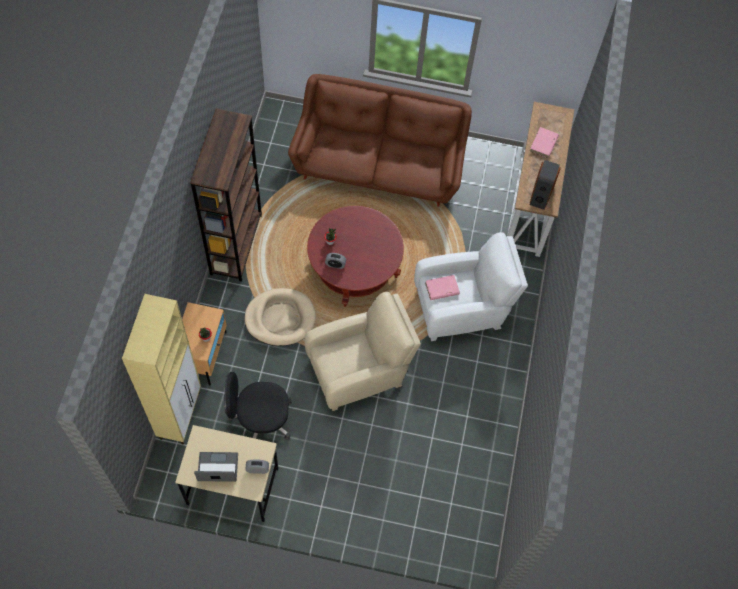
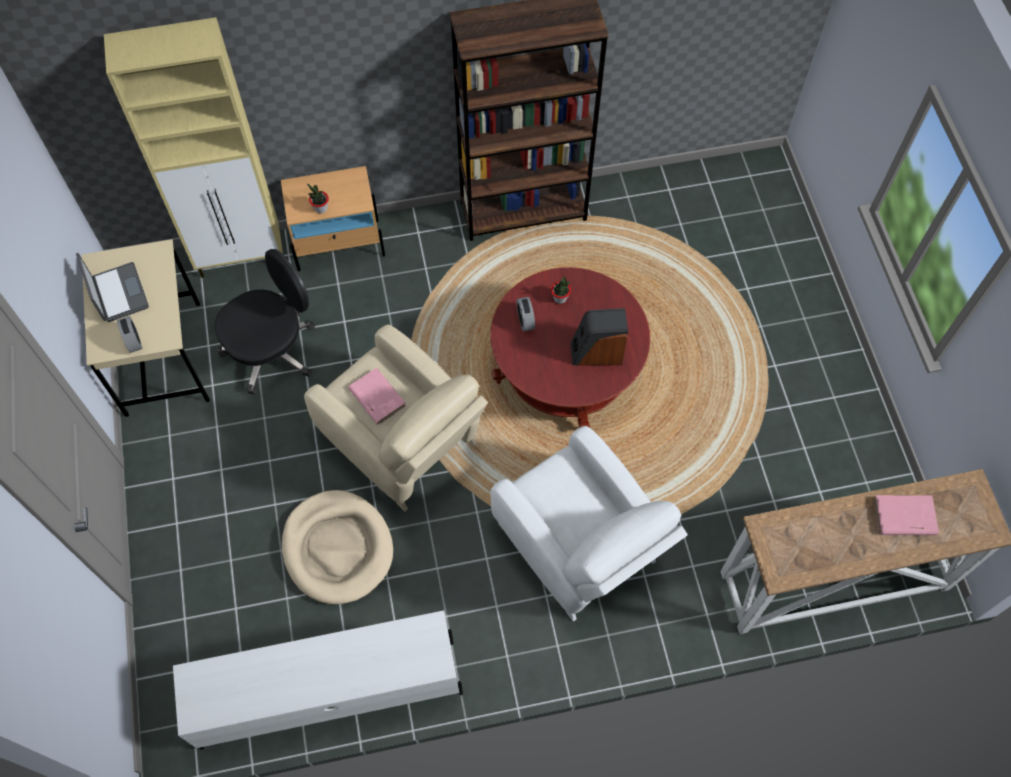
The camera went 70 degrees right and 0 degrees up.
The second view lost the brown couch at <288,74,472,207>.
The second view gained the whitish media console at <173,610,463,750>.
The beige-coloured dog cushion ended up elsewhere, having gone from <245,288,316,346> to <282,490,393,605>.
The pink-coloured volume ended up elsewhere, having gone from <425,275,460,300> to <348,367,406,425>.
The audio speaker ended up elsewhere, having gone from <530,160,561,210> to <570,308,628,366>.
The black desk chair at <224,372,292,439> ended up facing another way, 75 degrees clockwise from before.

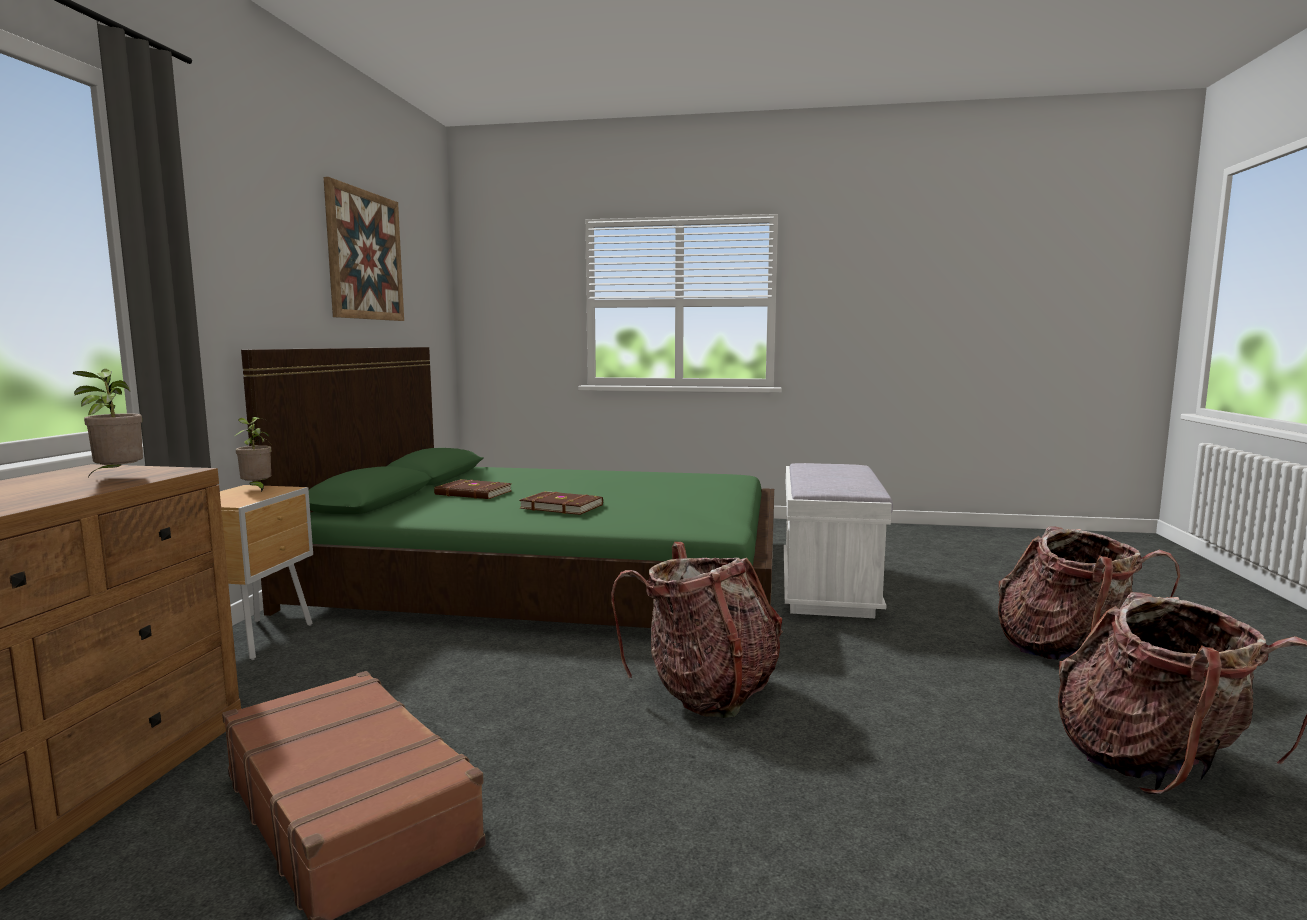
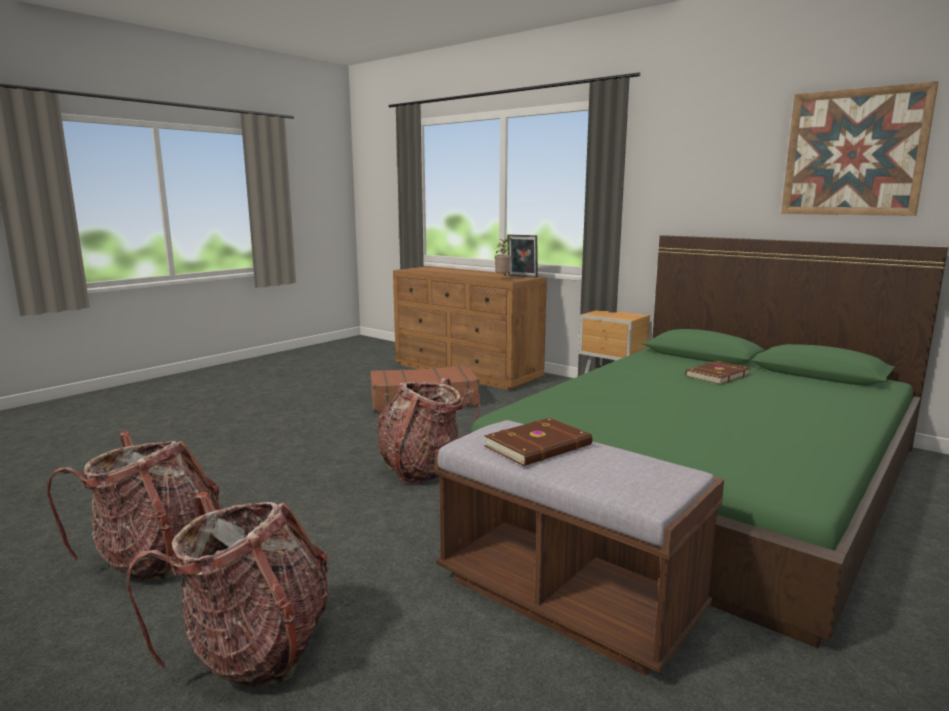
The camera went 120 degrees right and 5 degrees up.
The second view lost the houseplant at <235,417,271,492>.
The second view gained the standing frame at <507,234,538,278>.
The brown volume ended up elsewhere, having gone from <519,491,603,515> to <484,418,593,466>.
What was the whitish long seat at <784,463,893,618> turned into the brown long seat at <434,420,724,675>.

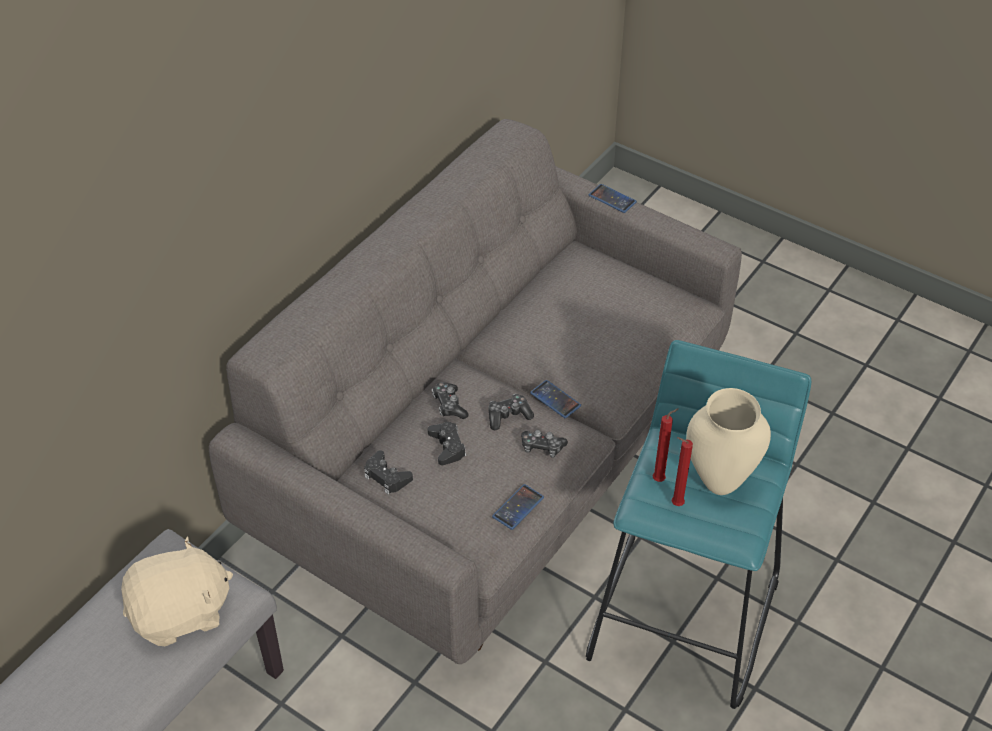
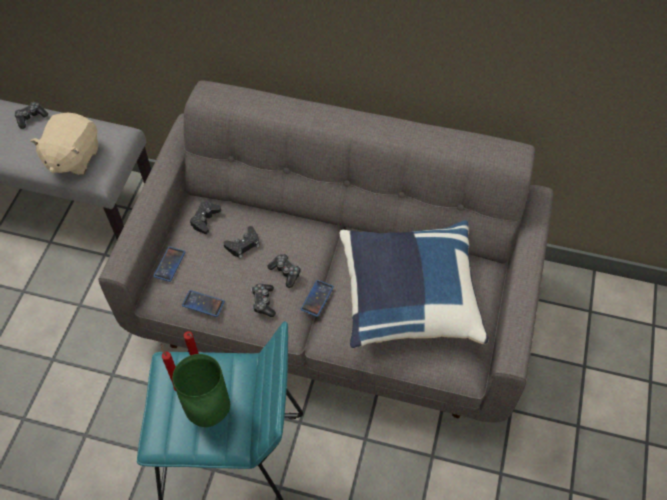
The camera went 70 degrees right and 10 degrees up.
The second view gained the blue cushion at <339,220,488,348>.
The game controller ended up elsewhere, having gone from <432,382,469,419> to <15,102,48,129>.
The phone ended up elsewhere, having gone from <589,184,637,213> to <153,247,185,282>.
What was the beige-coloured decorative vase at <686,388,771,495> turned into the greenish decorative vase at <173,354,230,427>.
The beige-coloured soft toy at <121,536,233,646> ended up facing another way, 60 degrees clockwise from before.

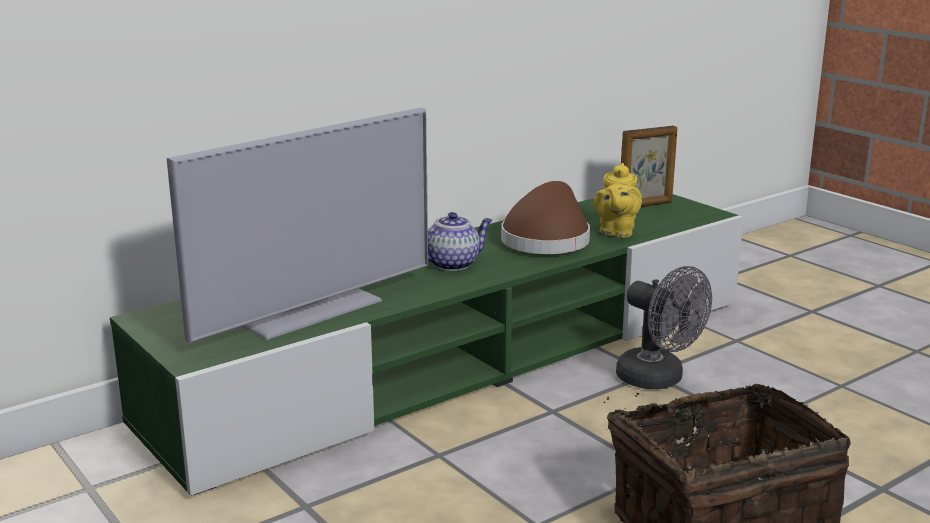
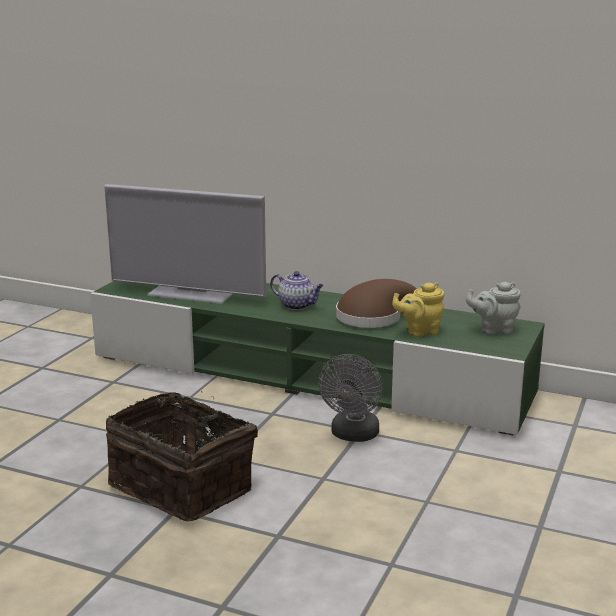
The camera went 60 degrees right and 0 degrees up.
Where the standing frame stood at <621,126,677,207>, the grey tea pot came to stand at <466,282,521,335>.

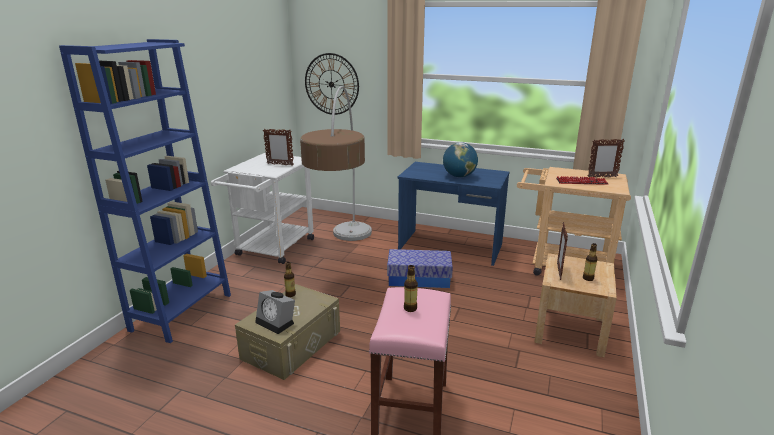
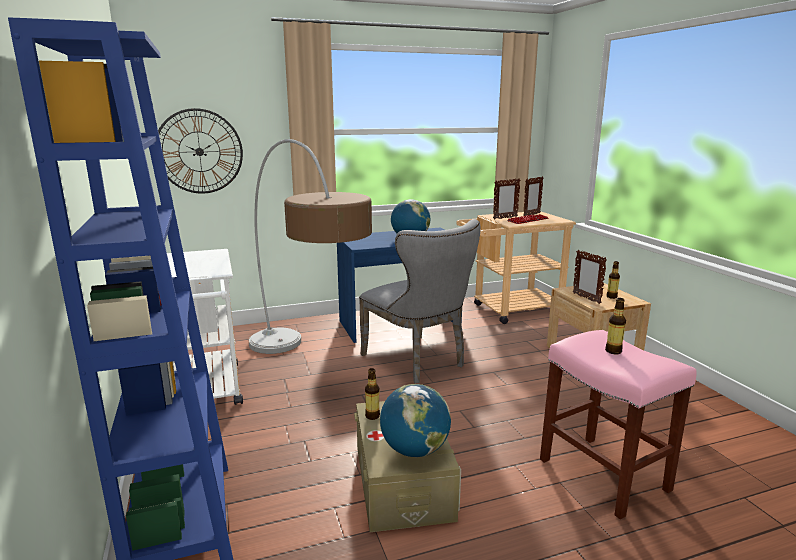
The camera went 40 degrees left and 5 degrees down.
The standing frame ended up elsewhere, having gone from <263,129,294,166> to <493,178,520,220>.
Where the alarm clock stood at <255,290,295,334>, the world globe came to stand at <380,384,451,457>.
Where the storage bin stood at <387,249,453,288>, the grey upright chair came to stand at <359,219,481,383>.

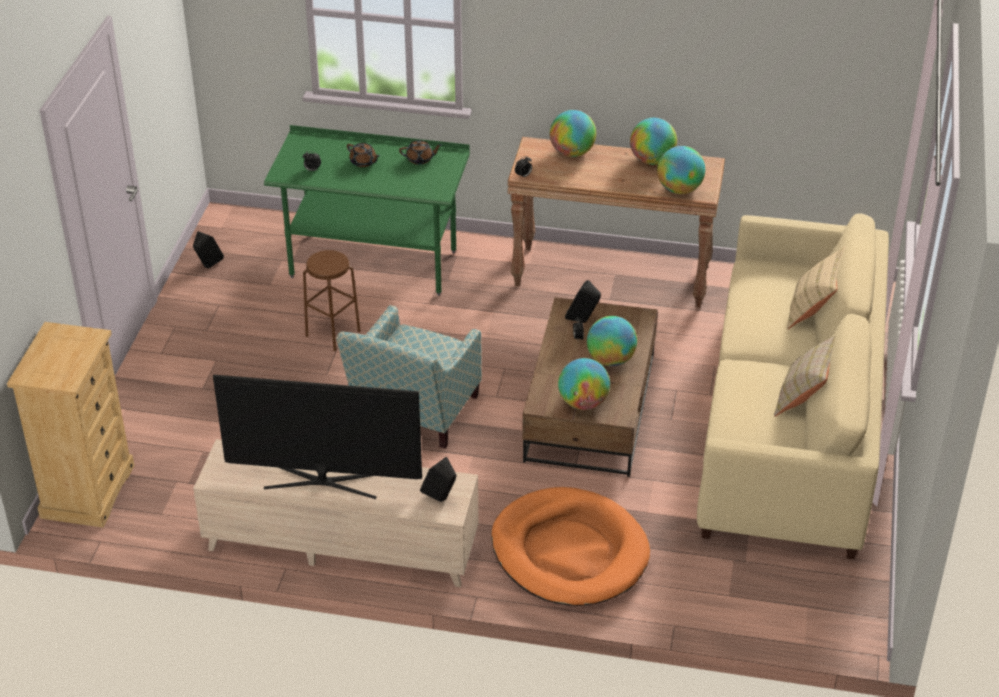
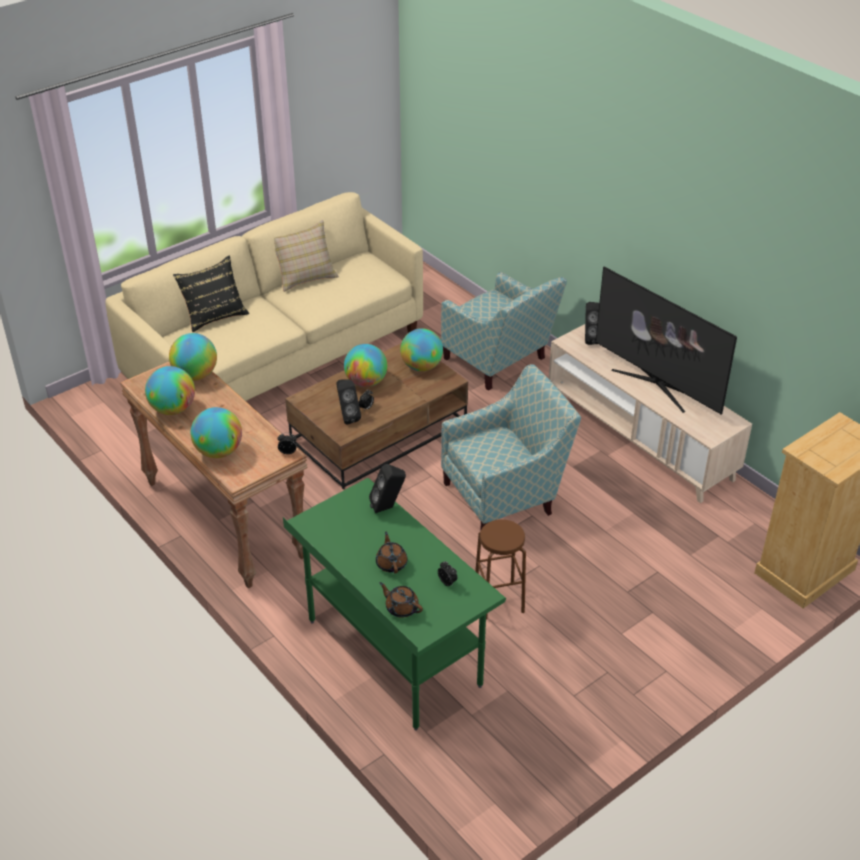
The camera went 140 degrees left and 0 degrees up.
The black audio speaker ended up elsewhere, having gone from <193,231,224,268> to <369,464,406,513>.
The brown tea pot ended up elsewhere, having gone from <399,140,442,165> to <379,582,423,618>.
Where the orange-coloured dog cushion stood at <491,487,650,606>, the lounge chair came to stand at <441,272,567,391>.
What was the beige-coloured cushion at <787,246,846,330> turned into the black cushion at <173,255,249,332>.

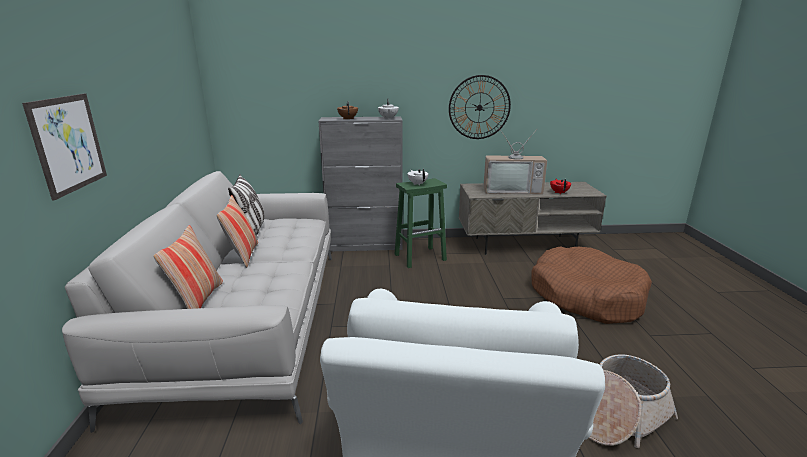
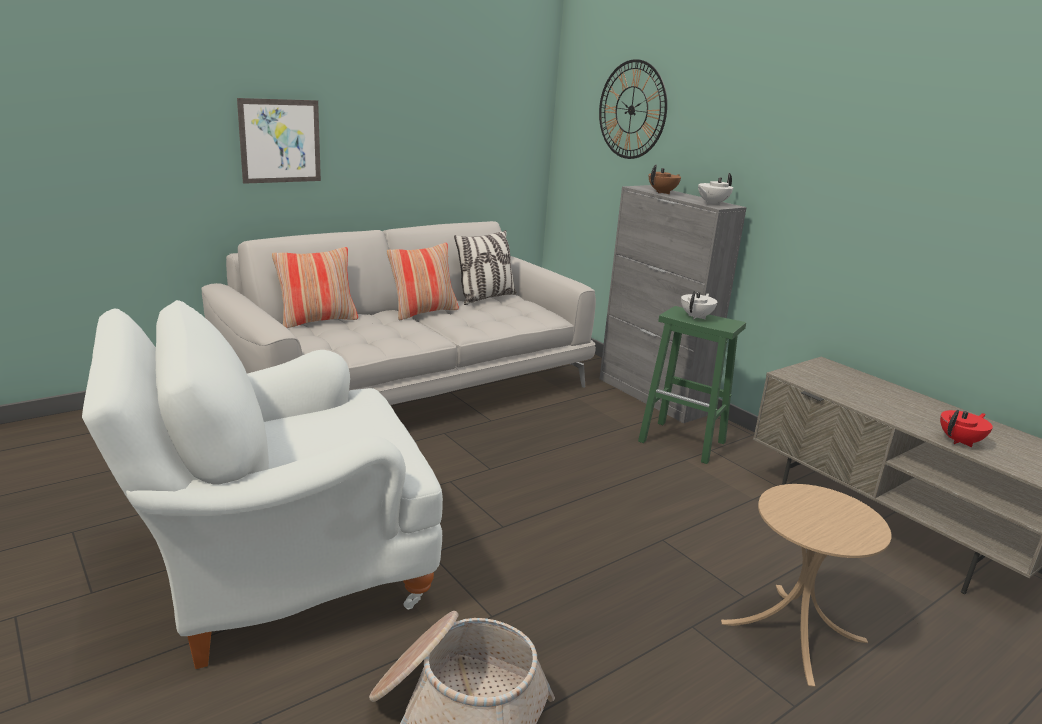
The camera went 55 degrees right and 0 degrees up.
The second view lost the TV set at <483,128,547,195>.
The hanging clock ended up elsewhere, having gone from <449,75,511,139> to <599,59,667,159>.
Where the brown dog cushion stood at <531,247,652,324>, the beige-coloured side table came to stand at <721,484,891,687>.

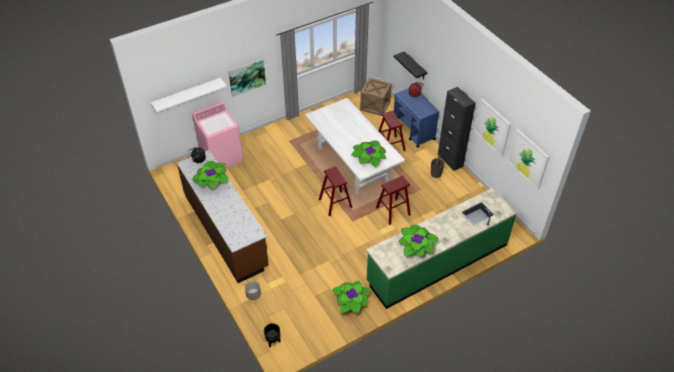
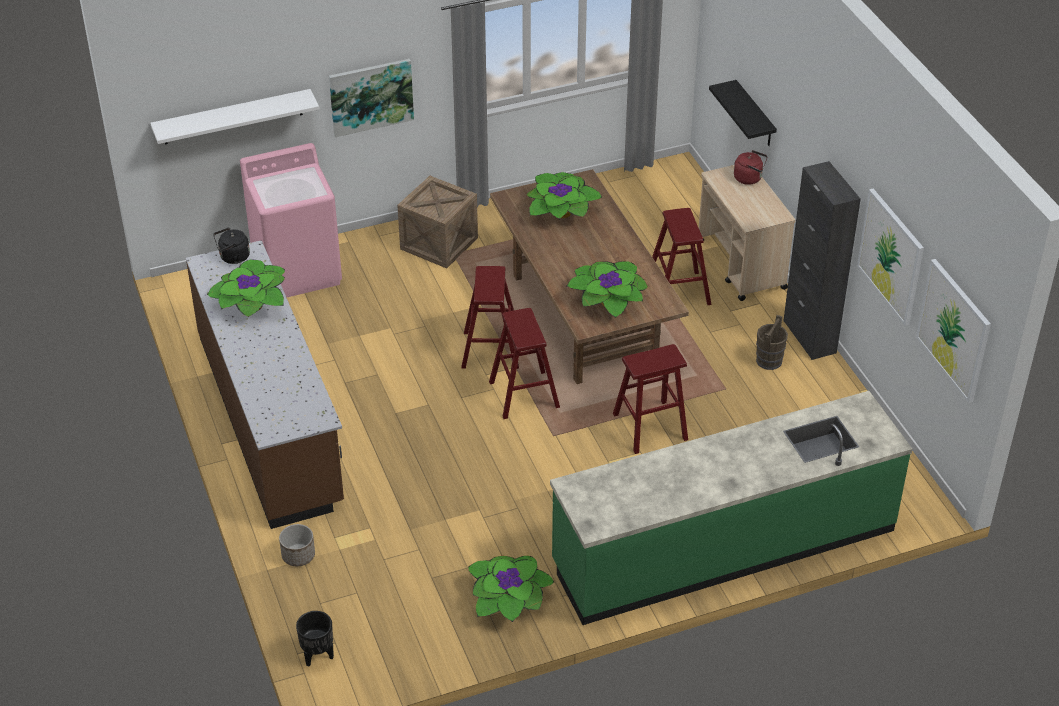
The camera went 10 degrees right and 5 degrees down.
The second view gained the red stool seat at <462,266,519,369>.
The shipping crate ended up elsewhere, having gone from <360,78,392,116> to <397,176,478,268>.
The houseplant ended up elsewhere, having gone from <398,225,439,257> to <526,172,602,219>.
What was the whitish dining table at <305,98,405,195> turned into the brown dining table at <490,169,689,384>.
What was the blue wheeled cart at <394,88,440,148> turned into the beige-coloured wheeled cart at <699,165,795,301>.

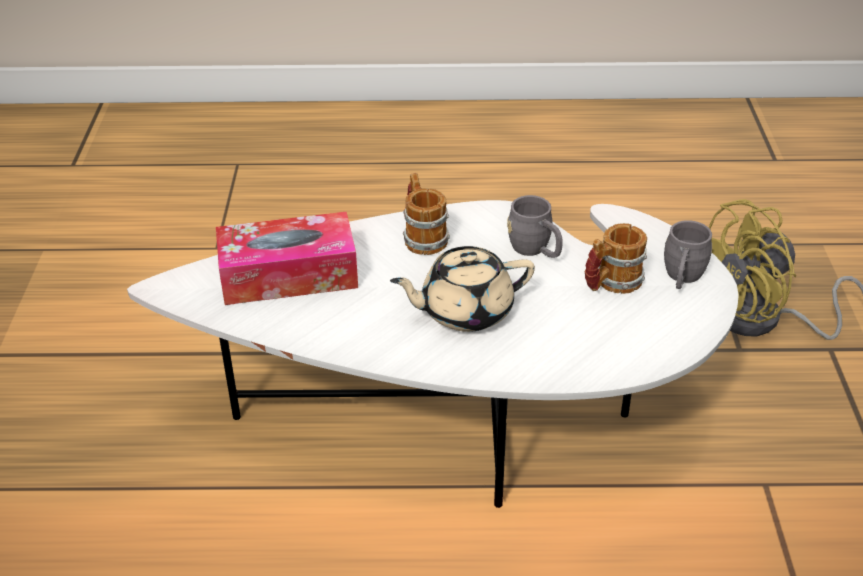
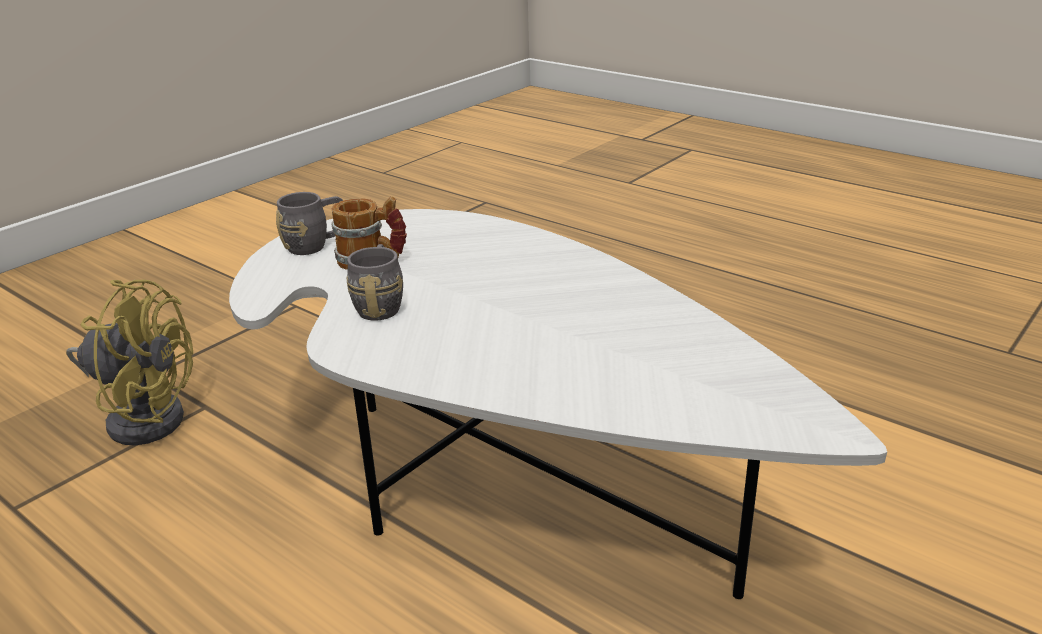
The camera went 140 degrees left and 10 degrees down.
The second view lost the tissue box at <216,211,358,305>.
The second view lost the beige-coloured tea pot at <390,246,535,332>.
The second view lost the mug at <403,173,450,255>.

